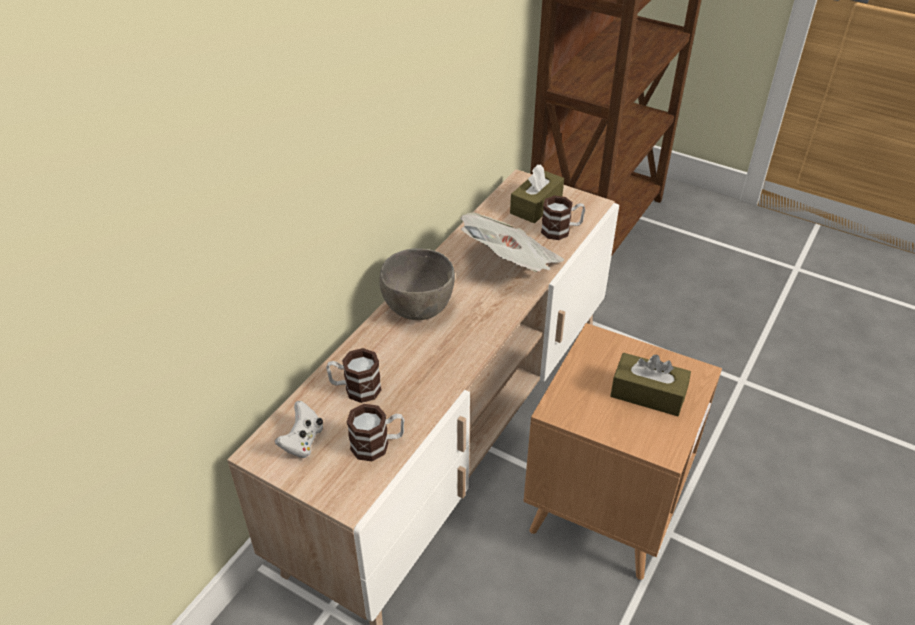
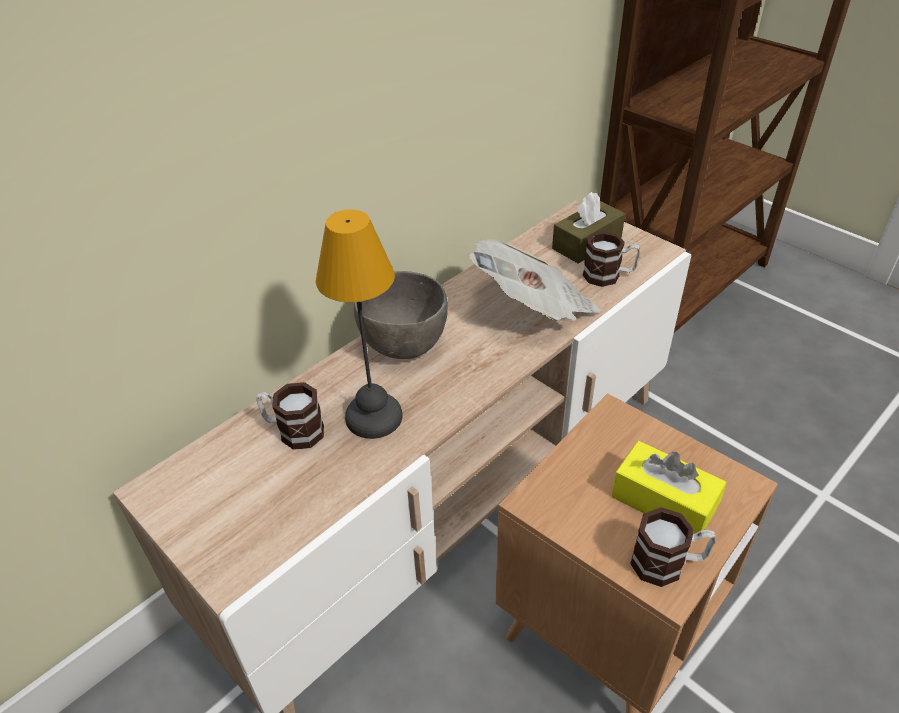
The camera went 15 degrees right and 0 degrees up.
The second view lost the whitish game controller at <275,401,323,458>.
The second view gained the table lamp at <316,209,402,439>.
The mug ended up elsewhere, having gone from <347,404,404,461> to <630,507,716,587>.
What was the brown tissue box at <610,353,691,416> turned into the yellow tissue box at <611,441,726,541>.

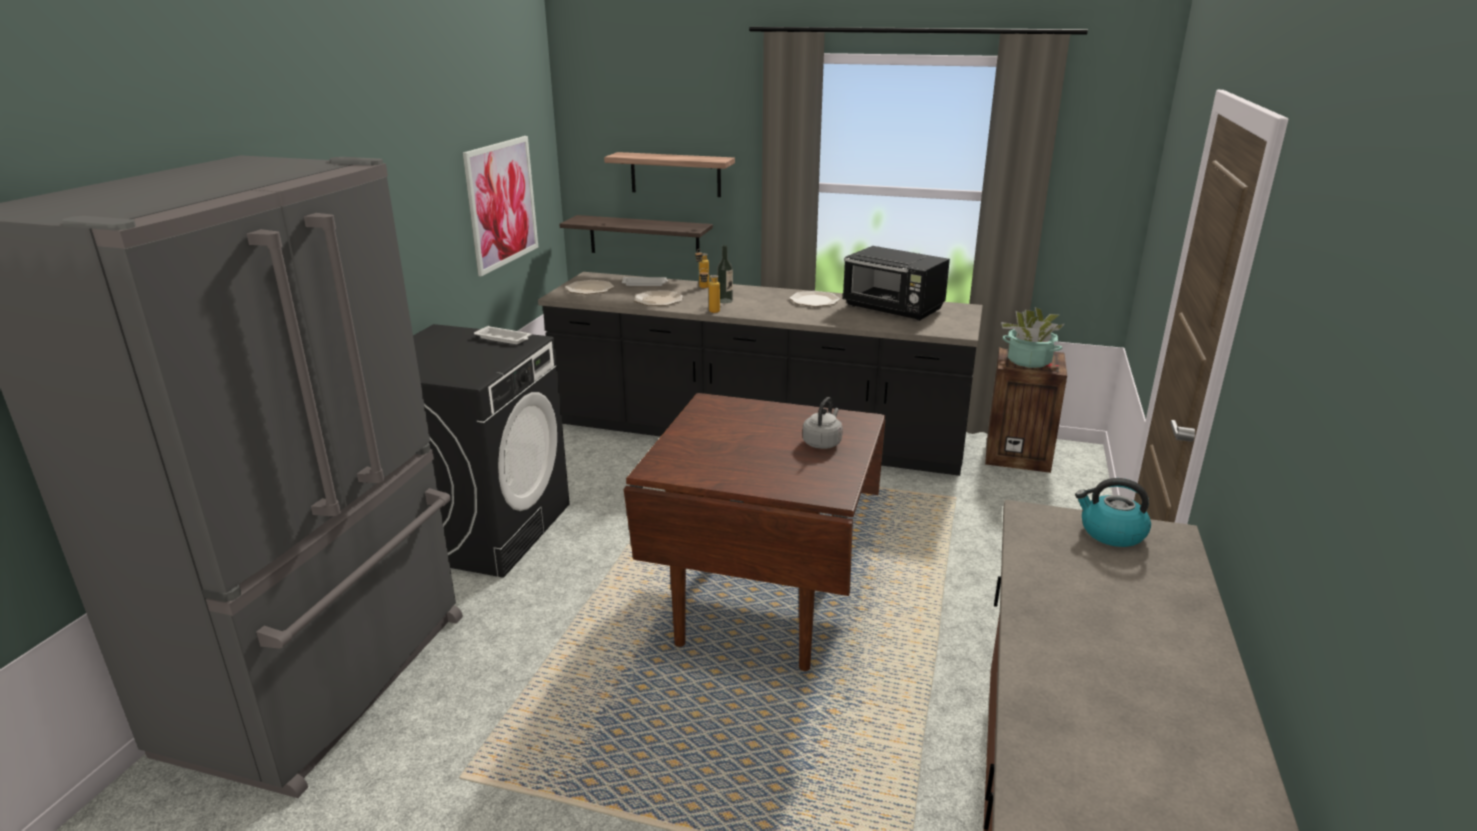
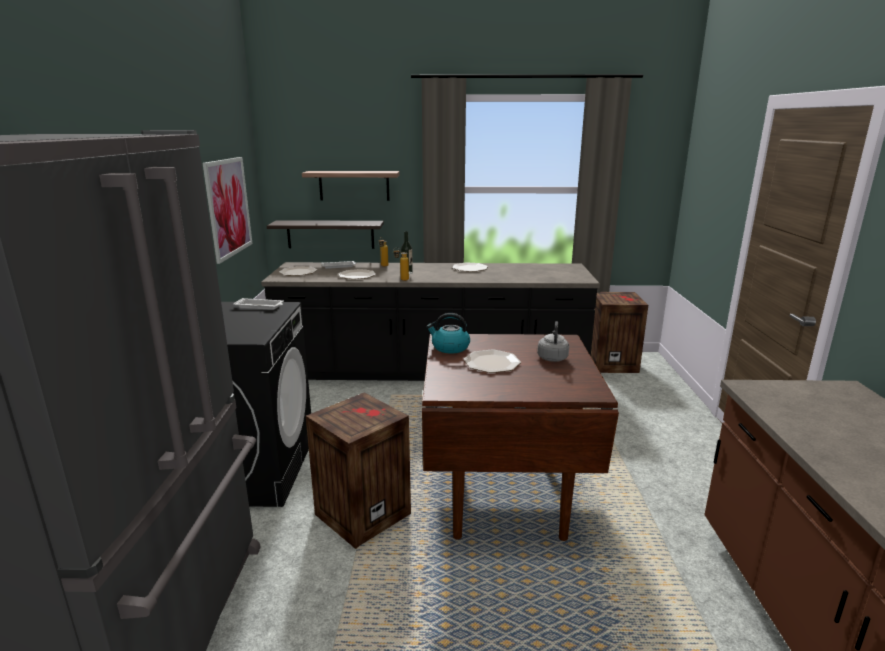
The camera went 15 degrees left and 5 degrees down.
The second view lost the black microwave at <843,246,950,321>.
The second view lost the houseplant at <1001,307,1064,368>.
The second view gained the shipping crate at <306,393,411,549>.
The second view gained the plate at <464,350,521,373>.
The tea kettle ended up elsewhere, having gone from <1075,478,1151,547> to <426,313,470,354>.

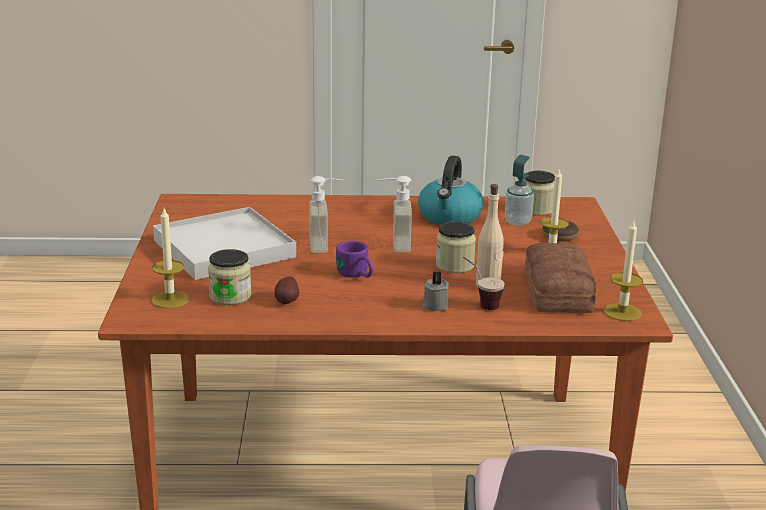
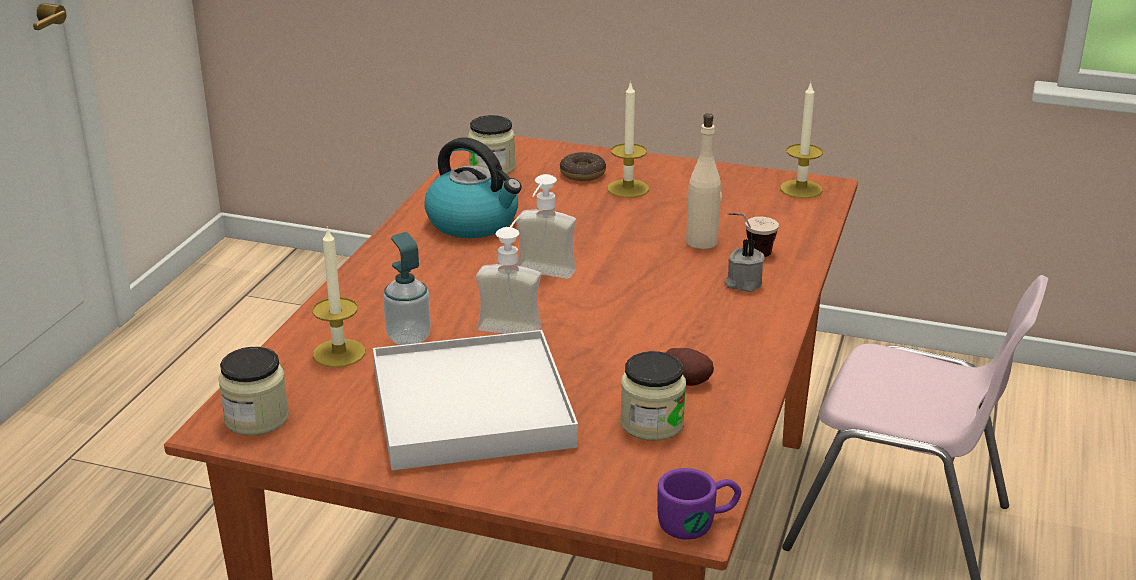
The camera went 70 degrees left and 5 degrees up.
The second view lost the baked bread at <525,243,596,313>.
The wax light ended up elsewhere, having gone from <151,208,189,308> to <312,226,365,367>.
The purple-coloured mug ended up elsewhere, having gone from <336,241,373,277> to <657,468,742,540>.
The preserve jar ended up elsewhere, having gone from <436,222,476,273> to <218,347,289,436>.
The soap dispenser ended up elsewhere, having gone from <505,155,534,226> to <383,232,431,345>.

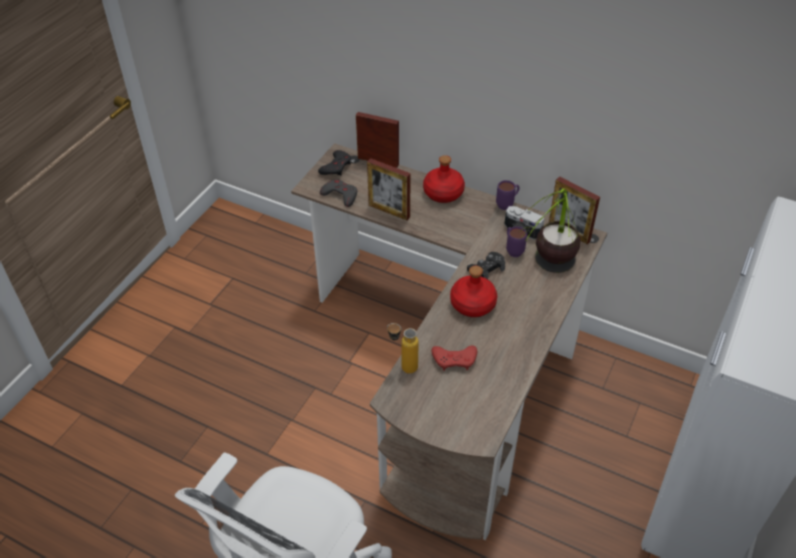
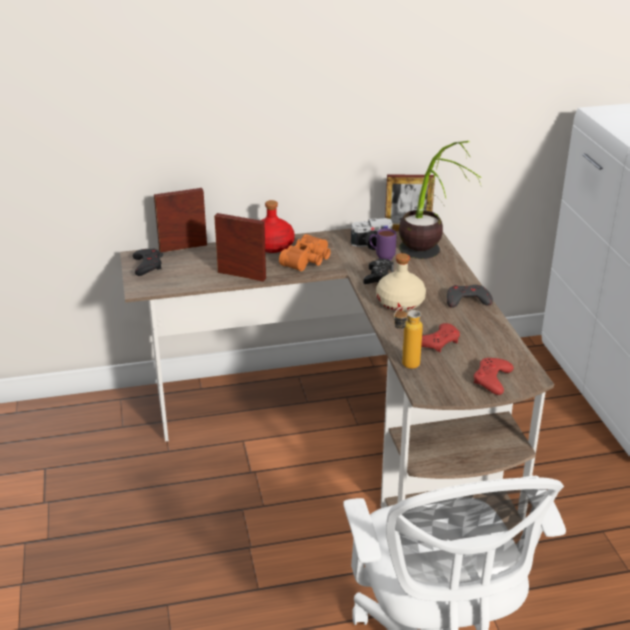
The camera went 40 degrees left and 15 degrees down.
The second view lost the purple-coloured mug at <496,180,520,210>.
The second view gained the orange-coloured binoculars at <279,234,331,271>.
The second view gained the red game controller at <474,358,514,395>.
The grey game controller ended up elsewhere, having gone from <320,179,357,207> to <447,285,493,308>.
What was the red bottle at <450,266,497,317> turned into the beige-coloured bottle at <376,253,426,311>.
The standing frame at <367,158,411,221> ended up facing another way, 150 degrees counterclockwise from before.

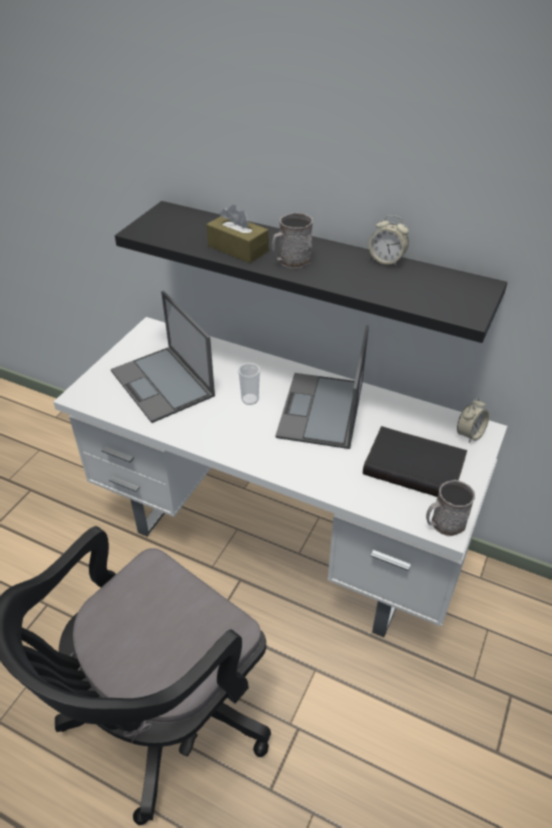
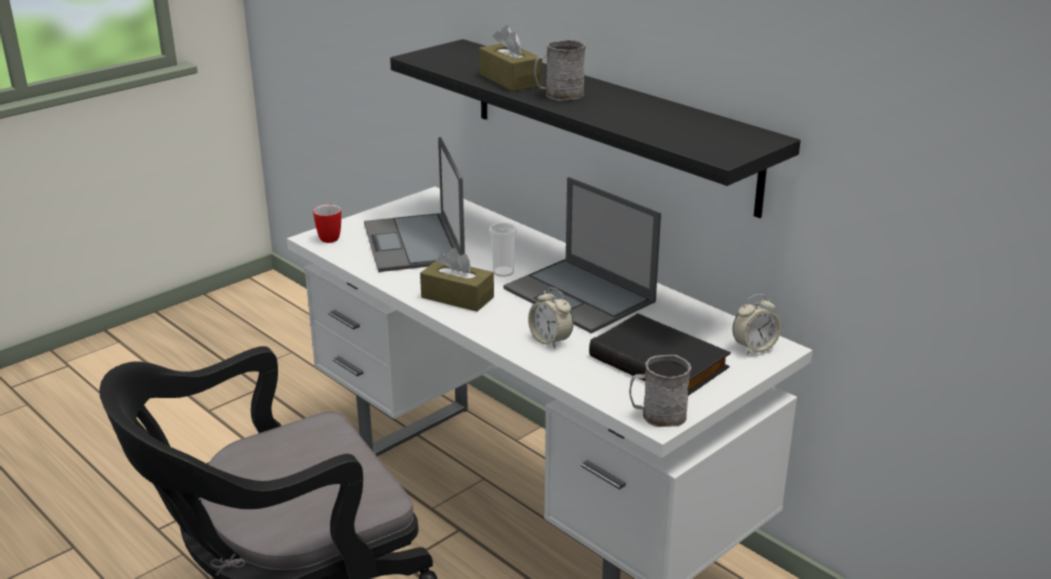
The camera went 20 degrees right and 15 degrees down.
The second view gained the mug at <313,204,341,243>.
The second view gained the brown tissue box at <420,248,494,312>.
The alarm clock ended up elsewhere, having gone from <369,215,409,267> to <528,287,573,349>.
The laptop at <275,325,369,449> ended up facing another way, 75 degrees counterclockwise from before.

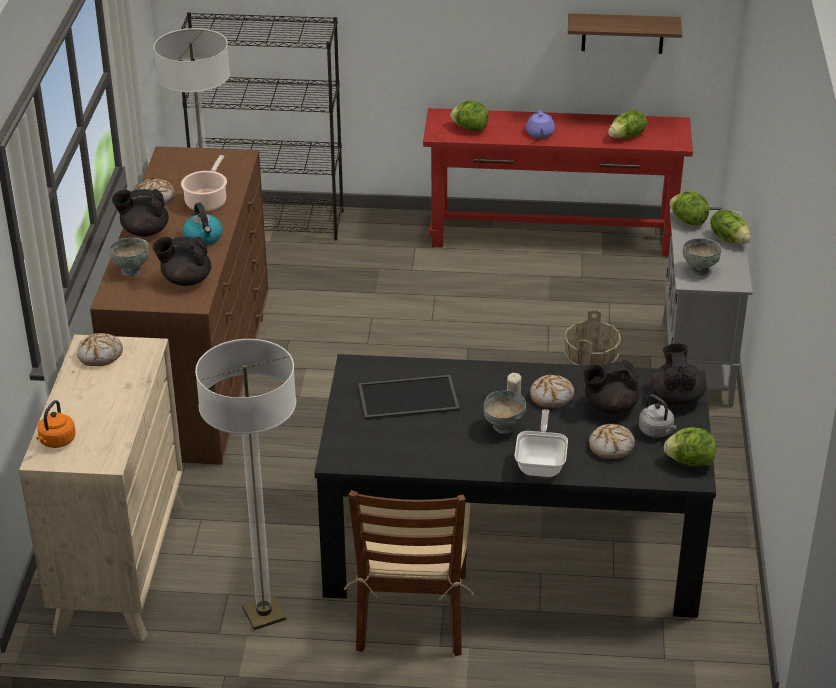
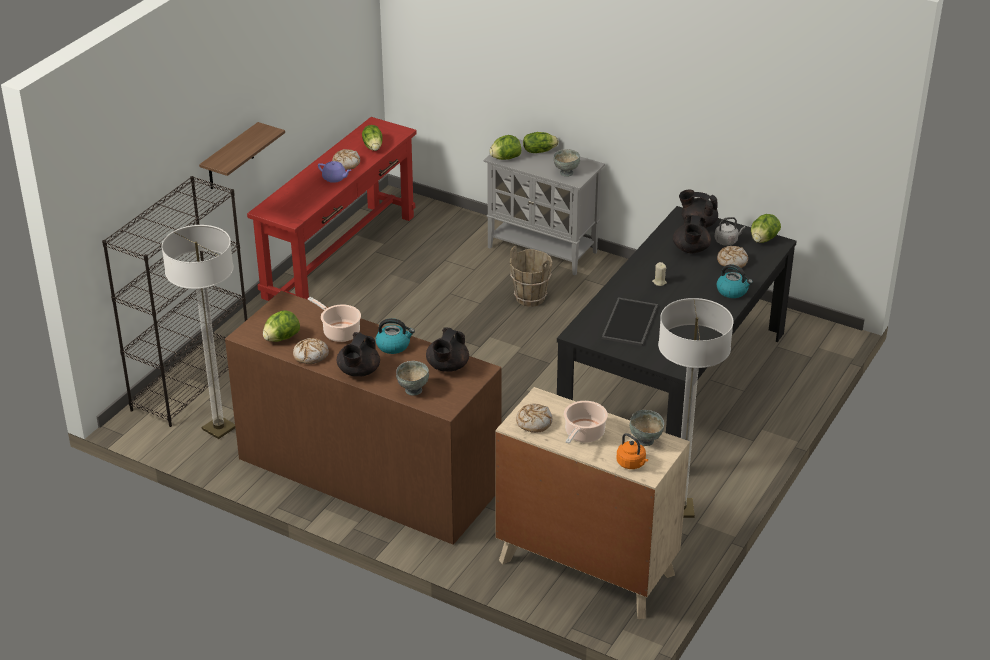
The camera went 65 degrees left and 0 degrees up.
The second view lost the brown upright chair at <344,490,474,656>.
The second view gained the saucepot at <564,401,608,444>.
The lettuce head ended up elsewhere, having gone from <450,100,488,131> to <263,310,300,342>.
The grey bowl ended up elsewhere, having gone from <483,390,526,434> to <630,410,664,446>.
The baked bread ended up elsewhere, having gone from <530,375,574,408> to <332,149,360,170>.
The wall shelf ended up elsewhere, having gone from <568,13,682,54> to <199,122,285,189>.
Where the pan stood at <515,409,568,477>, the tea kettle came to stand at <717,264,753,298>.

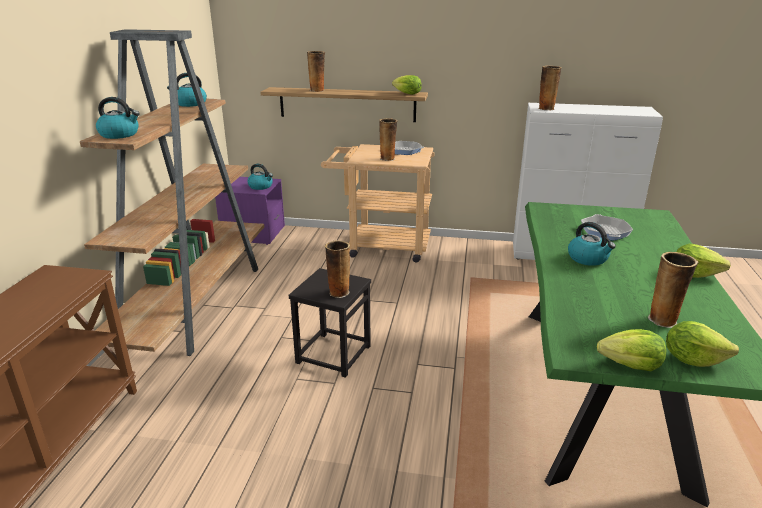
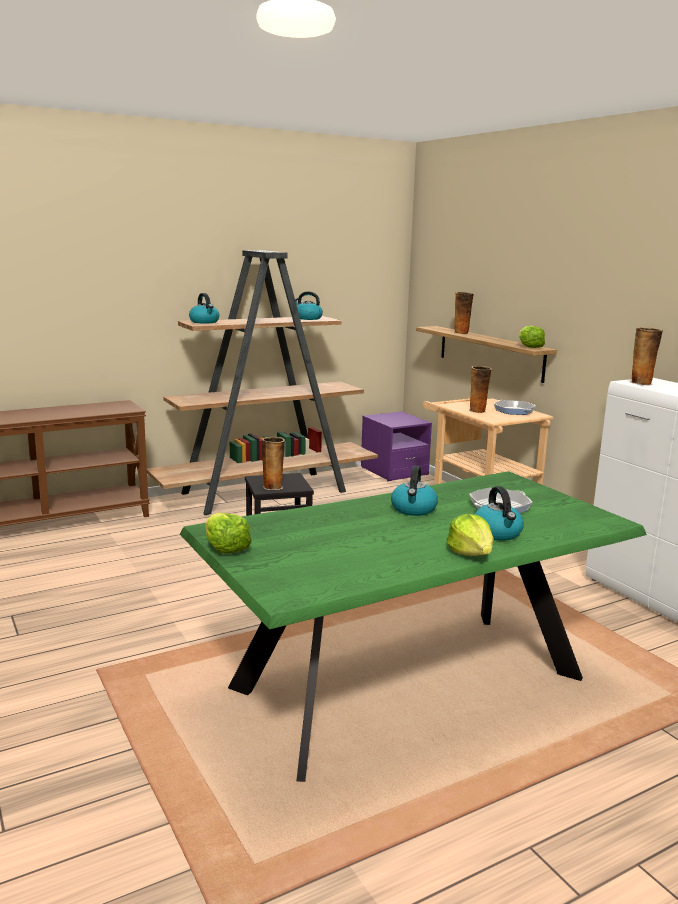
The camera went 50 degrees right and 10 degrees down.
The second view lost the decorative vase at <648,252,699,328>.
The second view lost the lettuce head at <666,321,739,367>.
The tea kettle ended up elsewhere, having gone from <247,164,273,190> to <474,486,524,540>.

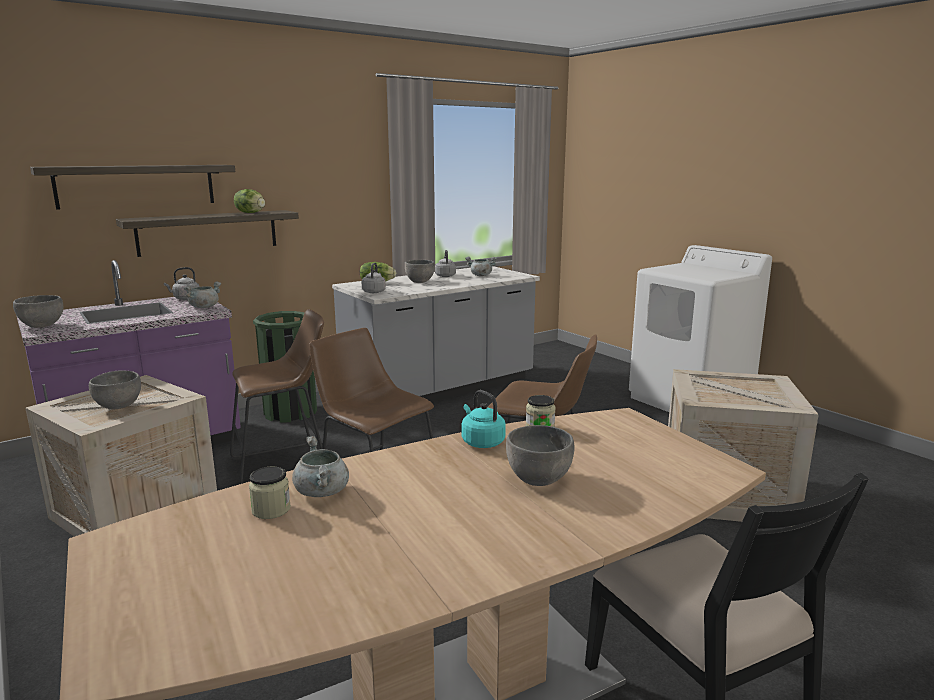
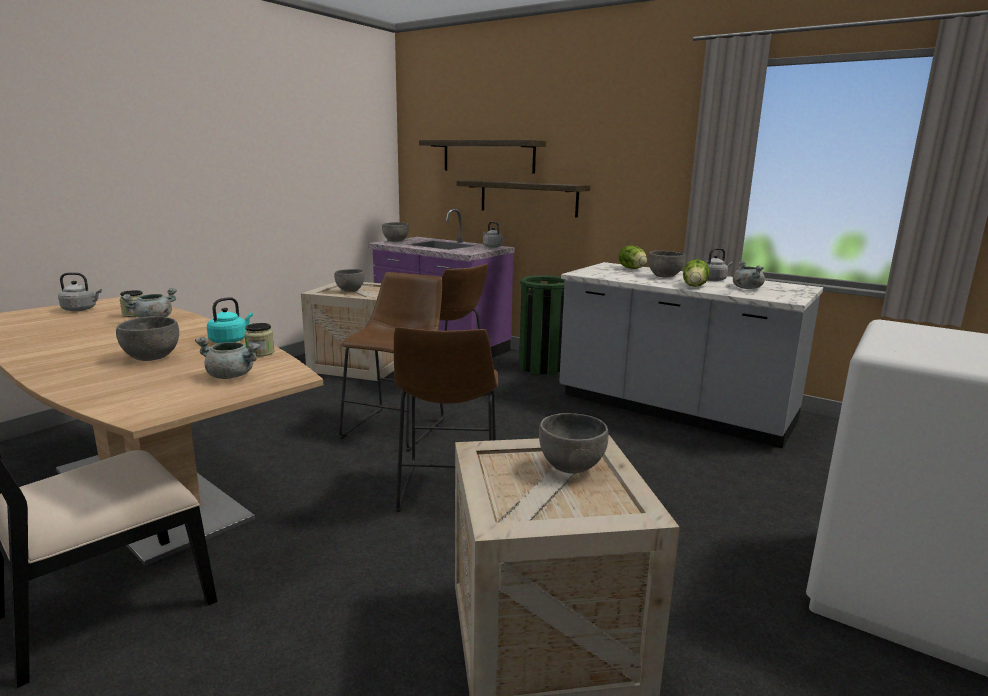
The camera went 70 degrees right and 0 degrees up.
The second view gained the grey bowl at <539,413,609,473>.
The grey saucepot ended up elsewhere, having gone from <184,282,222,308> to <195,337,260,379>.
The lettuce head ended up elsewhere, having gone from <234,189,265,213> to <683,259,710,287>.
The grey tea kettle ended up elsewhere, having gone from <362,263,386,293> to <58,272,102,311>.

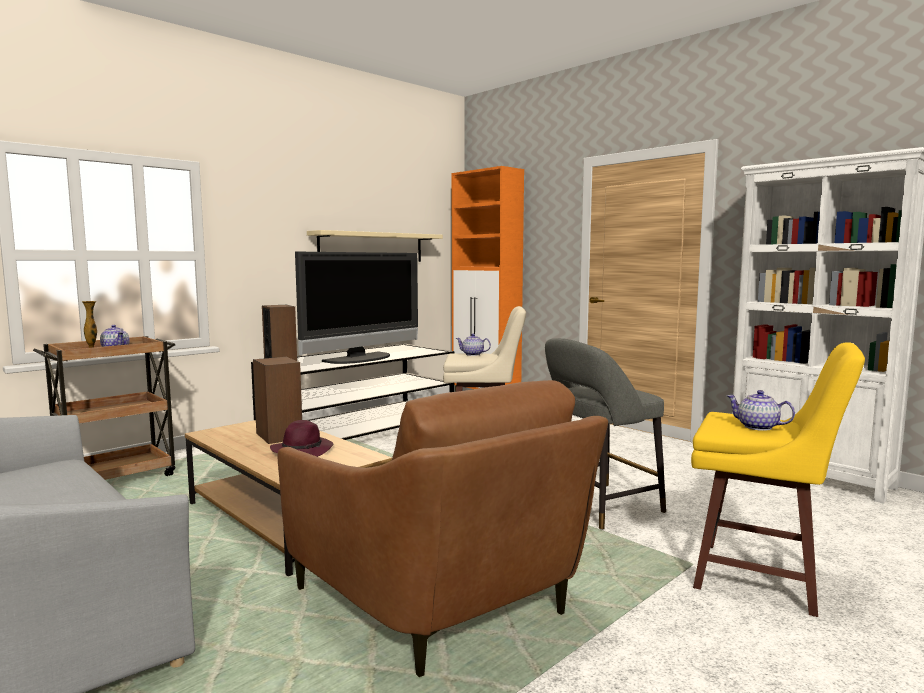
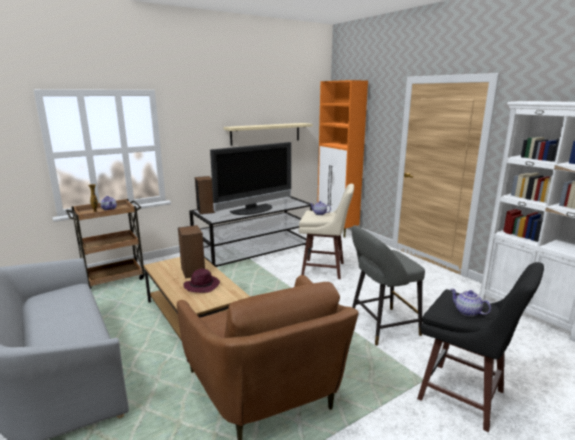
The camera went 10 degrees right and 10 degrees up.
What was the yellow stool seat at <691,342,865,617> turned into the black stool seat at <417,262,544,432>.

